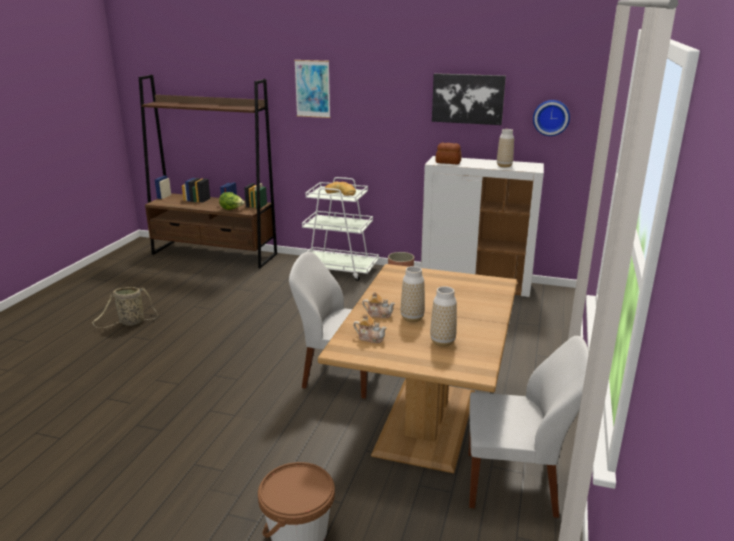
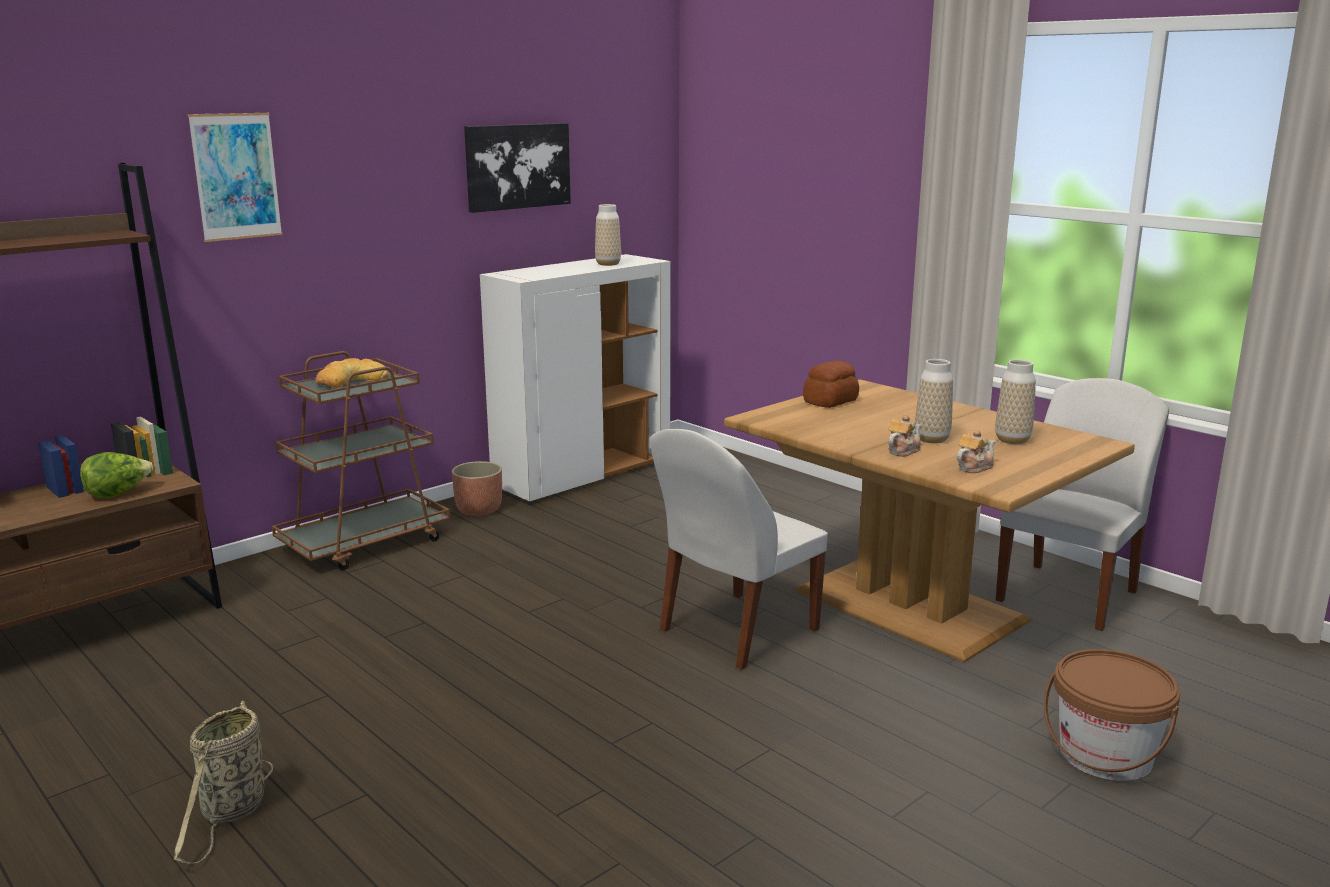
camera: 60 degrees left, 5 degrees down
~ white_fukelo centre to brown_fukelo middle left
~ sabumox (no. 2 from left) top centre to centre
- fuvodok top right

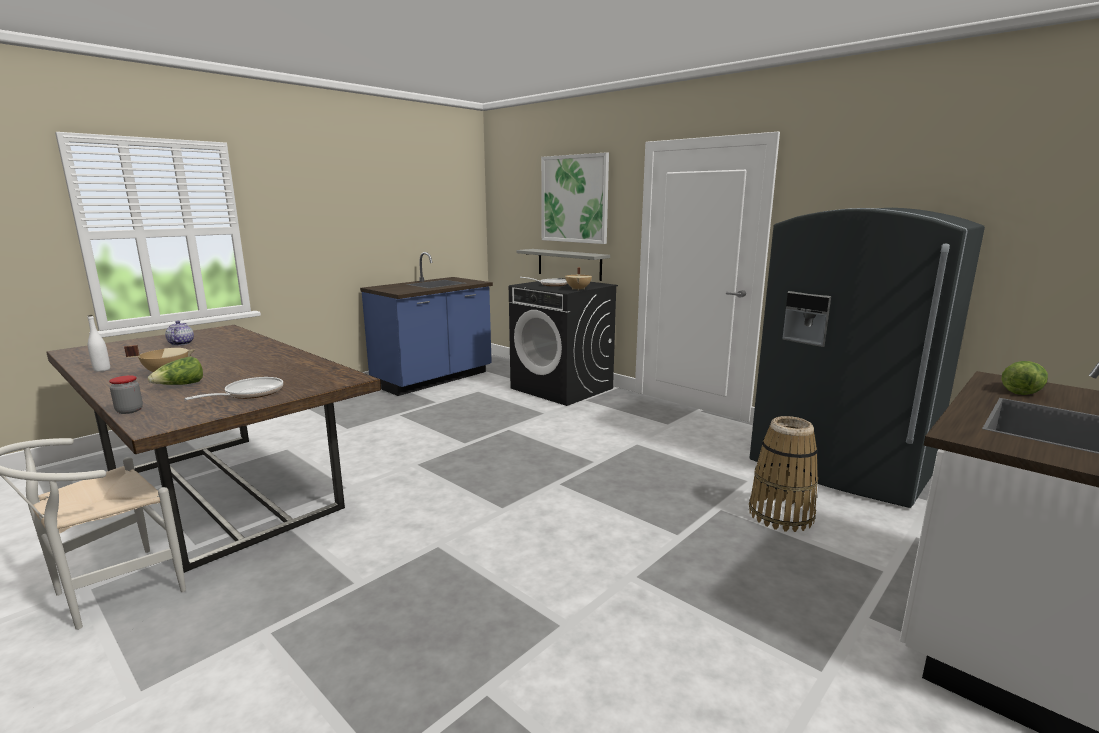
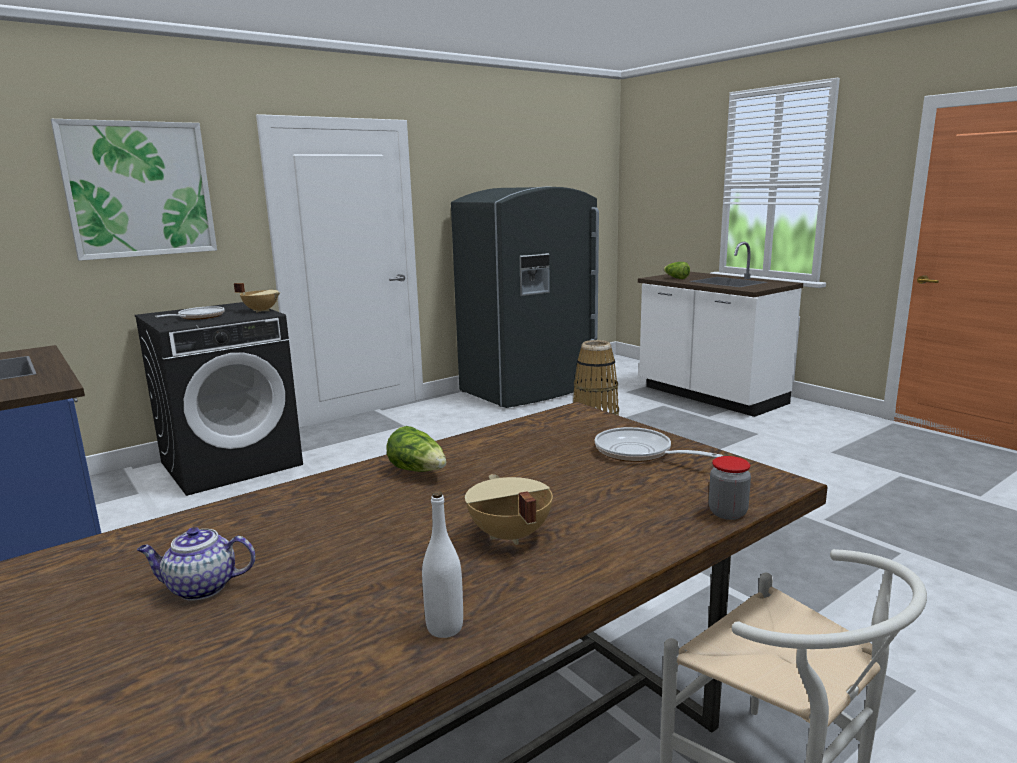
camera: 80 degrees left, 0 degrees up
~ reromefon (no. 1 from left) middle left to centre
- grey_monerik centre

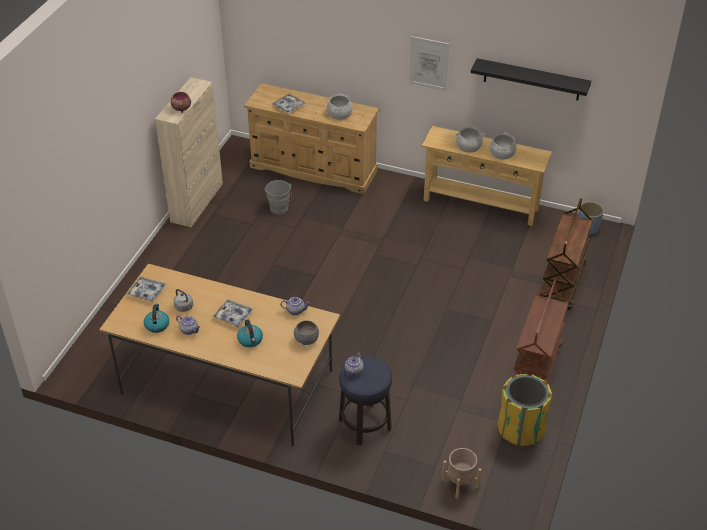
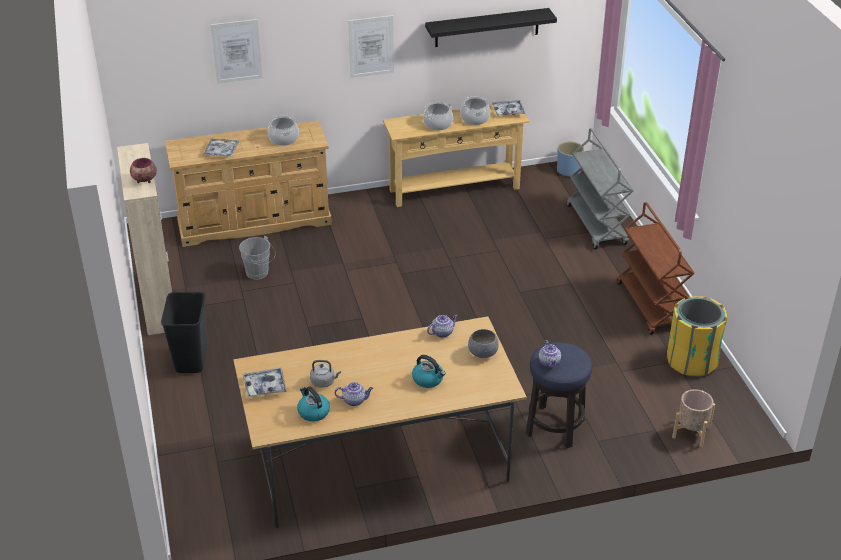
camera: 35 degrees left, 5 degrees down
+ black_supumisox middle left
+ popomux (no. 1 from left) top left
~ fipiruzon (no. 2 from left in the first image) middle left to fipiruzon (no. 3 from left) top centre
~ brown_fukelo (no. 2 from left) middle right to grey_fukelo middle right

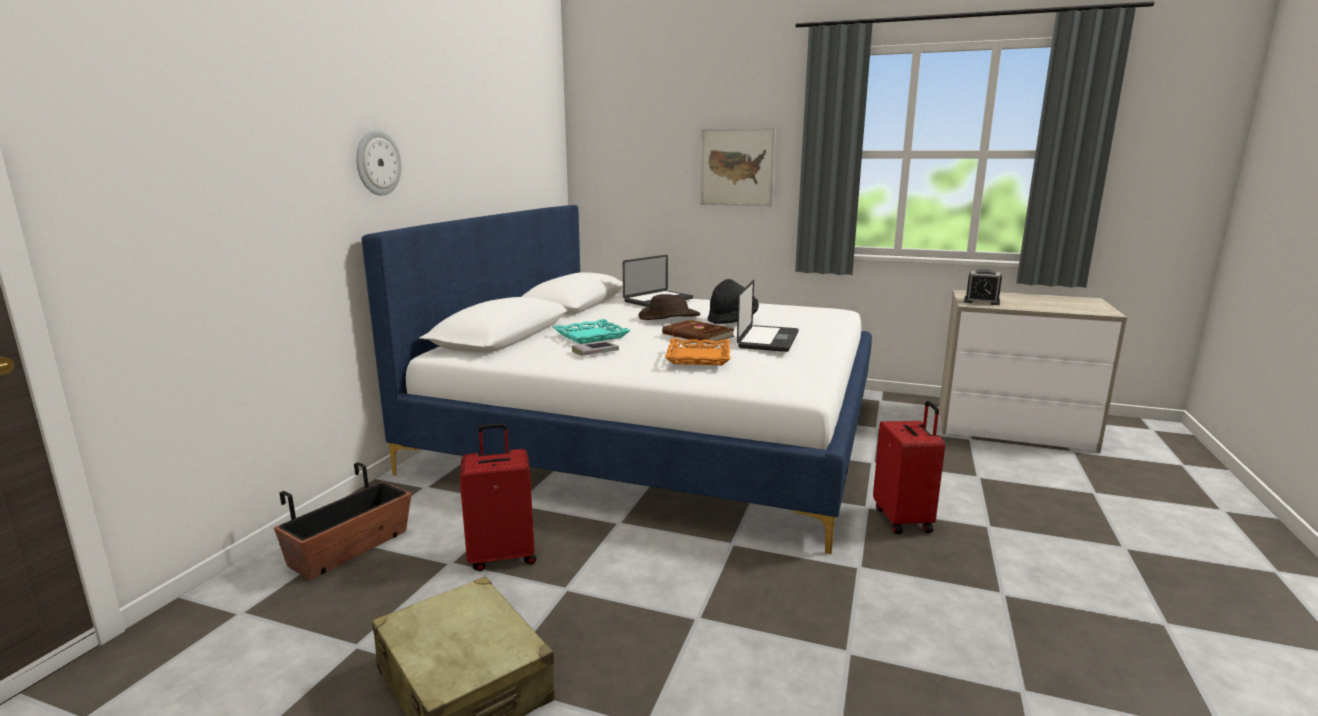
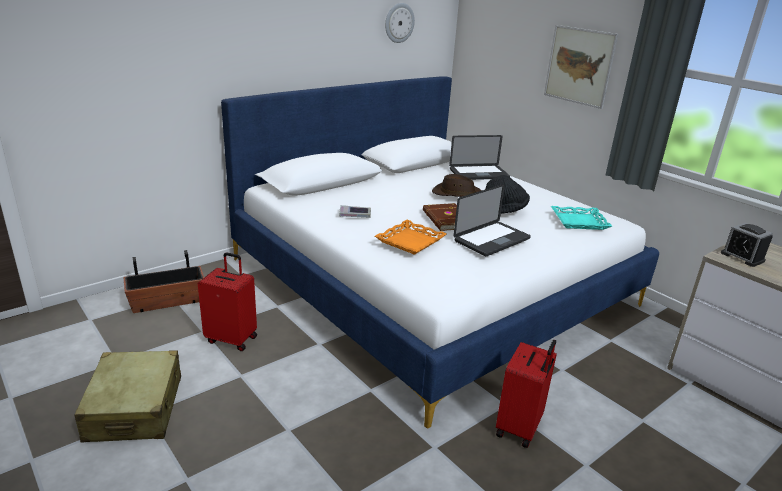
camera: 30 degrees right, 10 degrees up
~ fuvodok top left to top centre
~ turquoise_fipiruzon centre to middle right

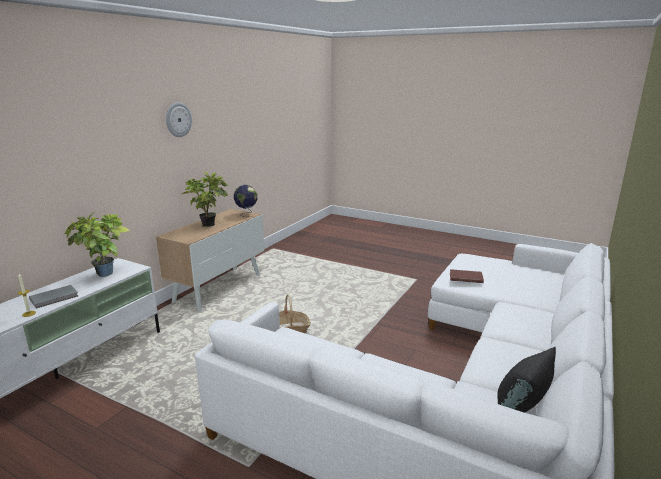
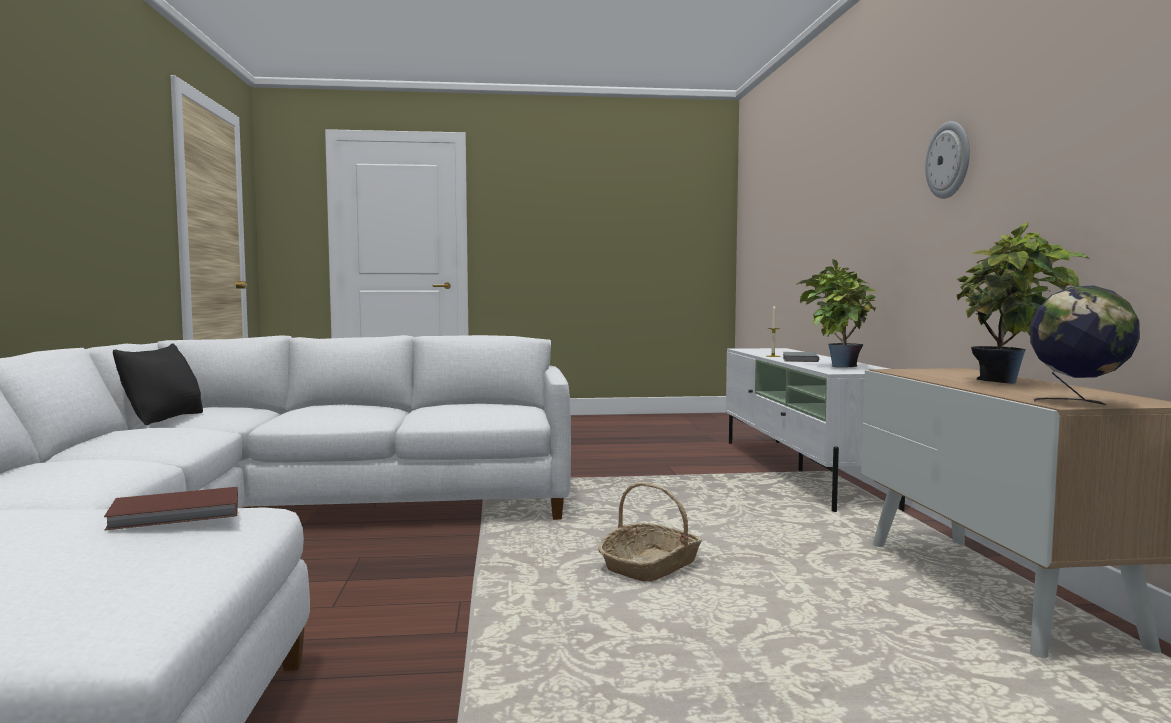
camera: 145 degrees right, 15 degrees down
~ fuvodok top left to top right

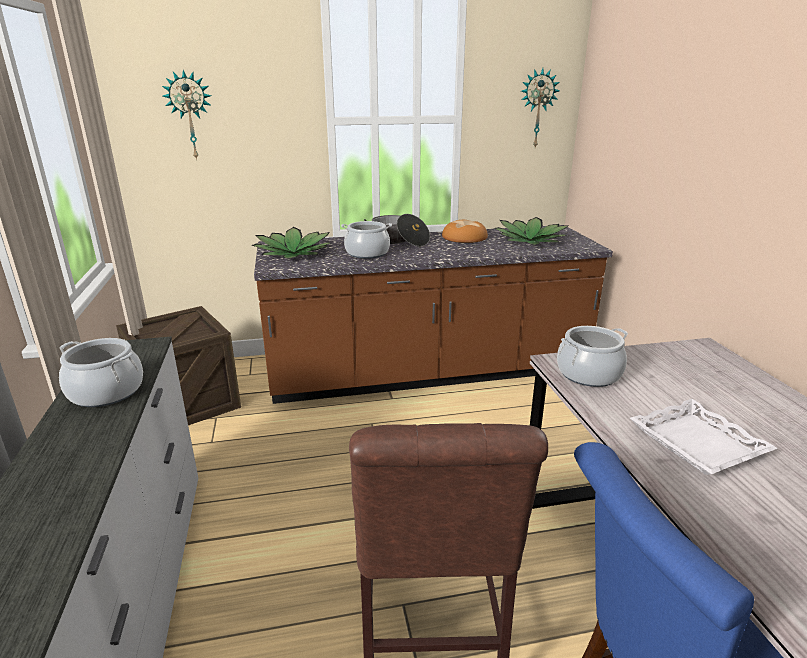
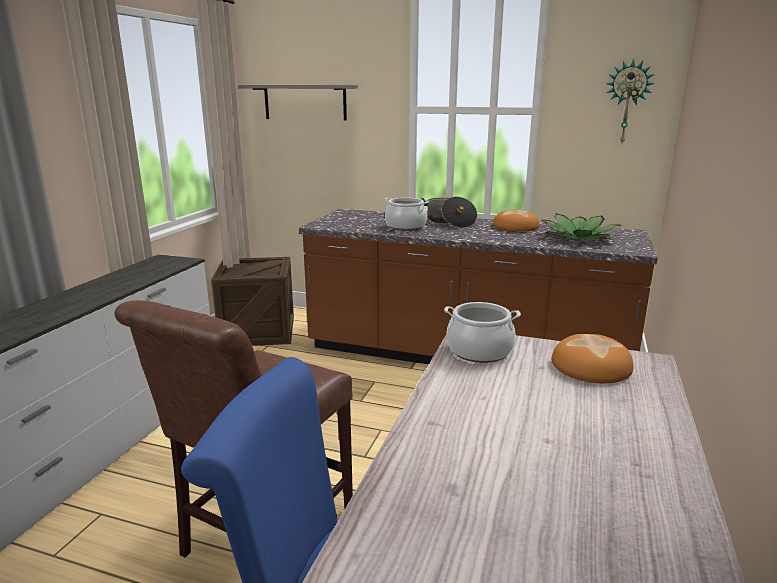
camera: 30 degrees right, 5 degrees down
~ fuvodok (no. 1 from left) top left to grey_monerik top centre
+ sabumox (no. 2 from left) middle right
- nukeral (no. 1 from left) middle left
- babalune (no. 1 from left) centre
- white_fipiruzon middle right

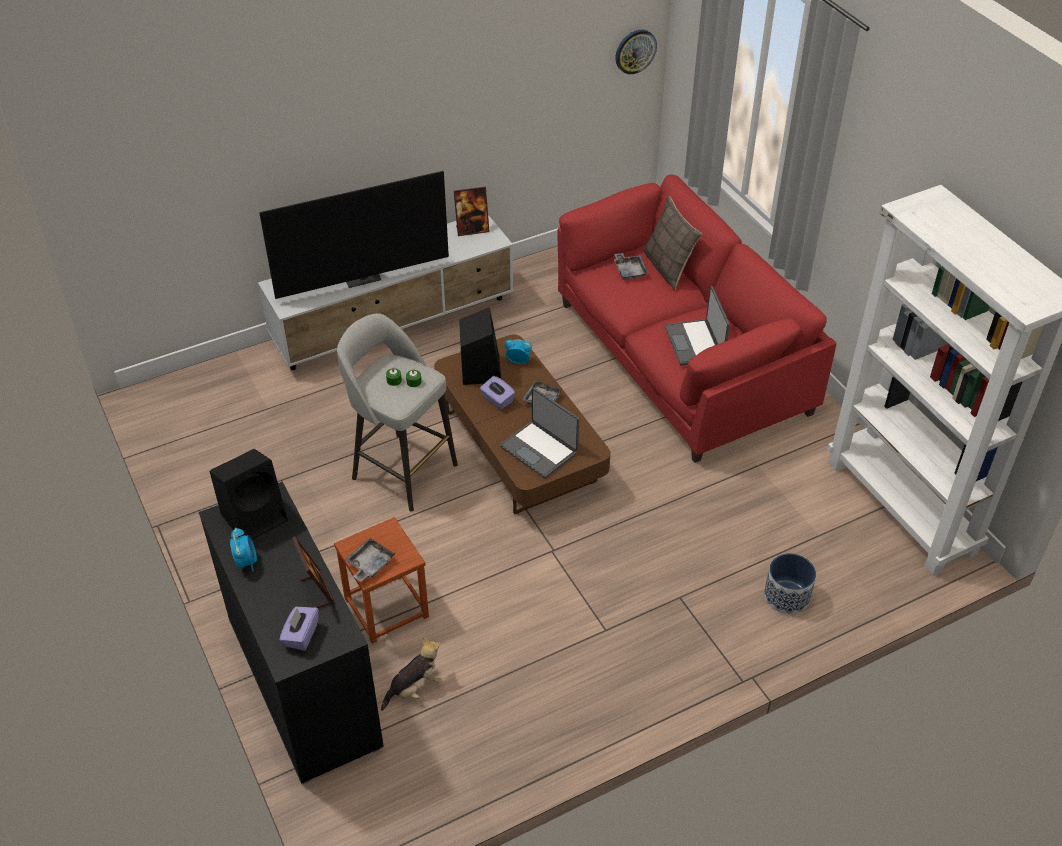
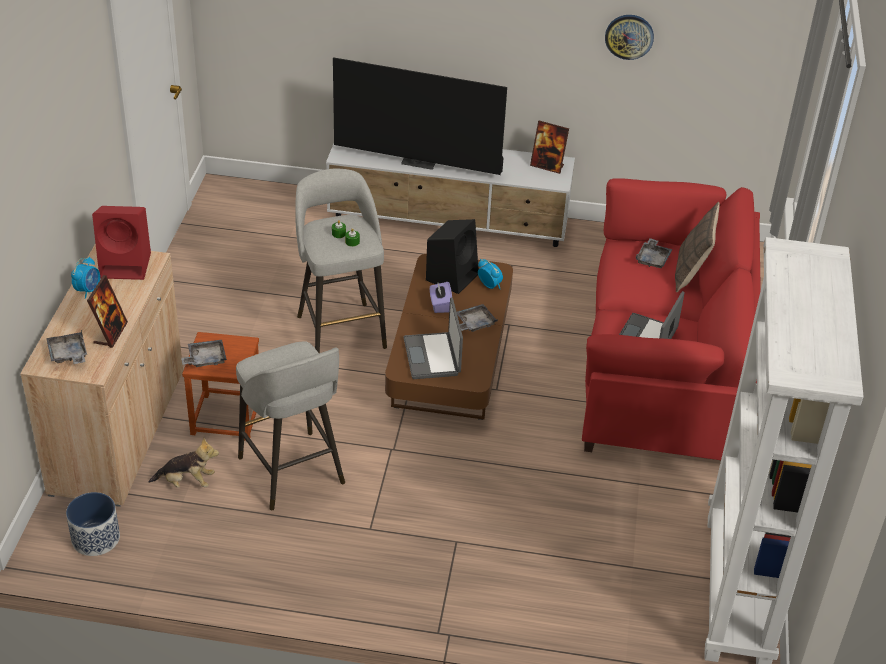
camera: 35 degrees right, 5 degrees down
~ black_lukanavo bottom left to beige_lukanavo middle left
~ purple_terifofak (no. 1 from left) bottom left to grey_fipiruzon (no. 1 from left) middle left
~ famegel bottom right to bottom left
~ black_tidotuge (no. 1 from left) middle left to red_tidotuge middle left
+ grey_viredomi (no. 1 from left) middle left
~ fuvodok top centre to top right

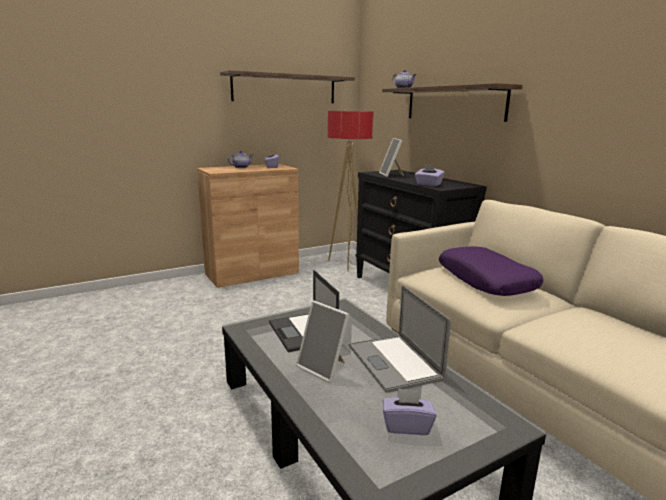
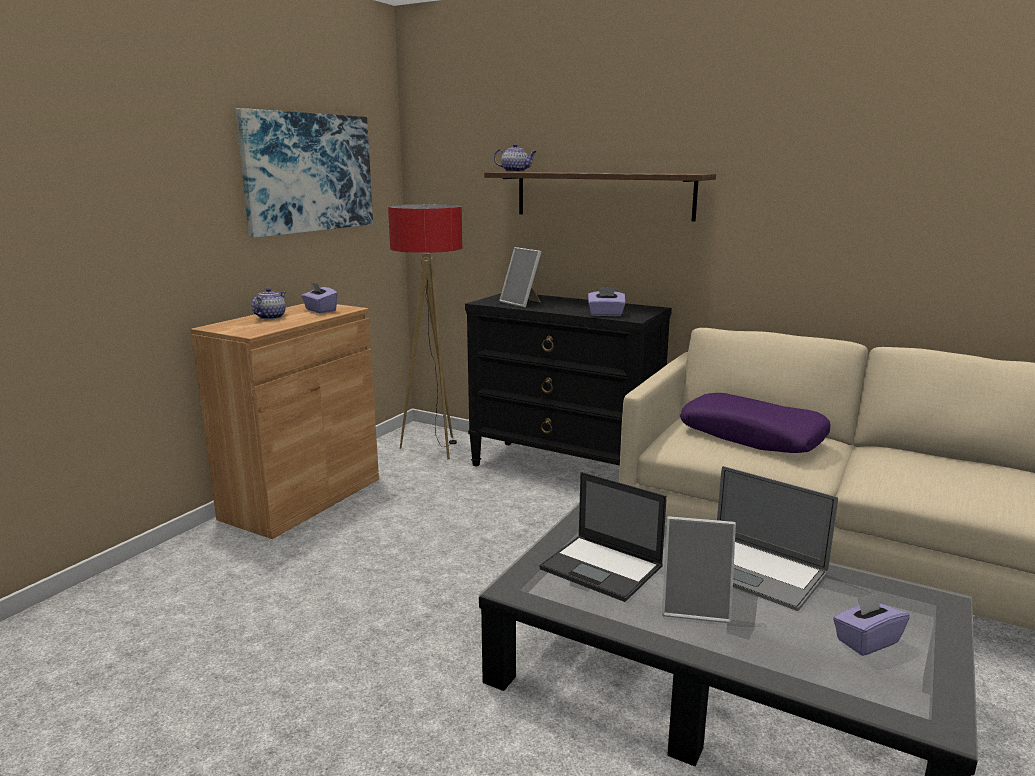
camera: 30 degrees left, 0 degrees up
~ monerik (no. 1 from left) top centre to popomux top left

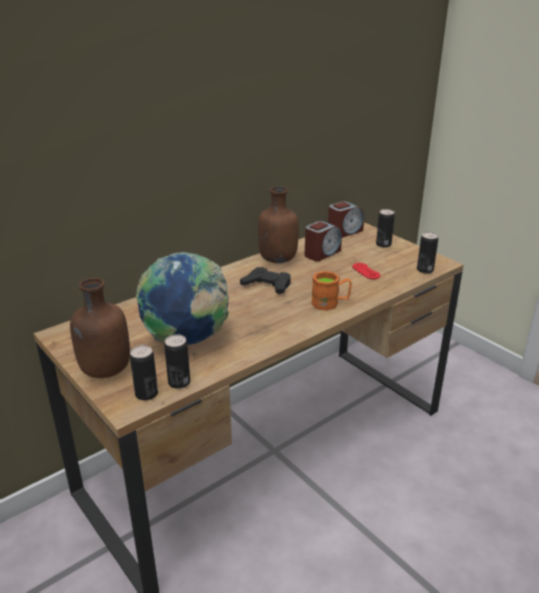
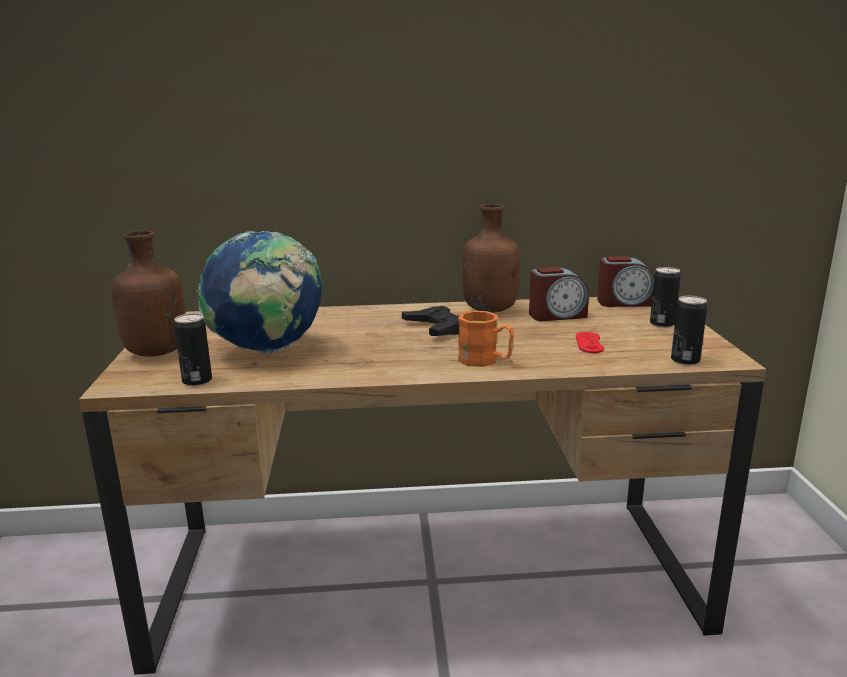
camera: 35 degrees right, 10 degrees down
- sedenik (no. 1 from left) middle left

